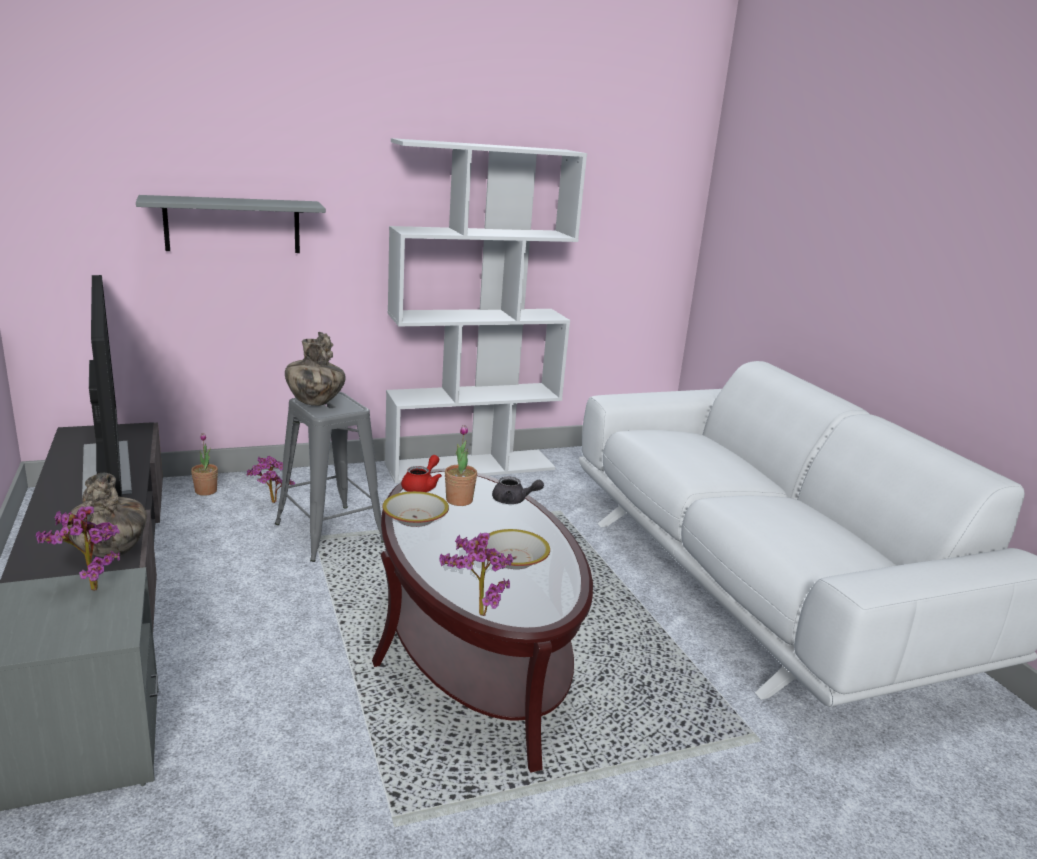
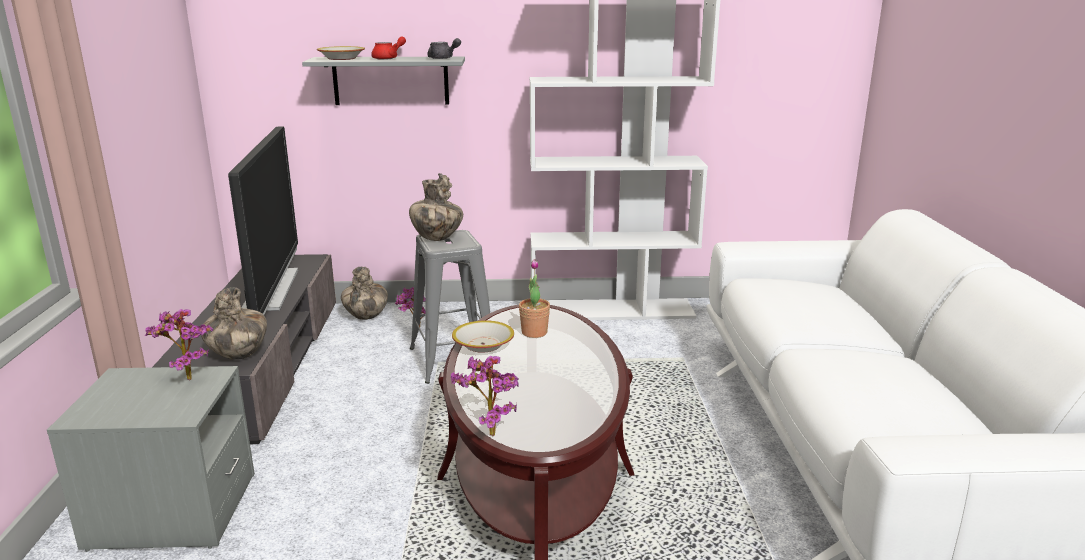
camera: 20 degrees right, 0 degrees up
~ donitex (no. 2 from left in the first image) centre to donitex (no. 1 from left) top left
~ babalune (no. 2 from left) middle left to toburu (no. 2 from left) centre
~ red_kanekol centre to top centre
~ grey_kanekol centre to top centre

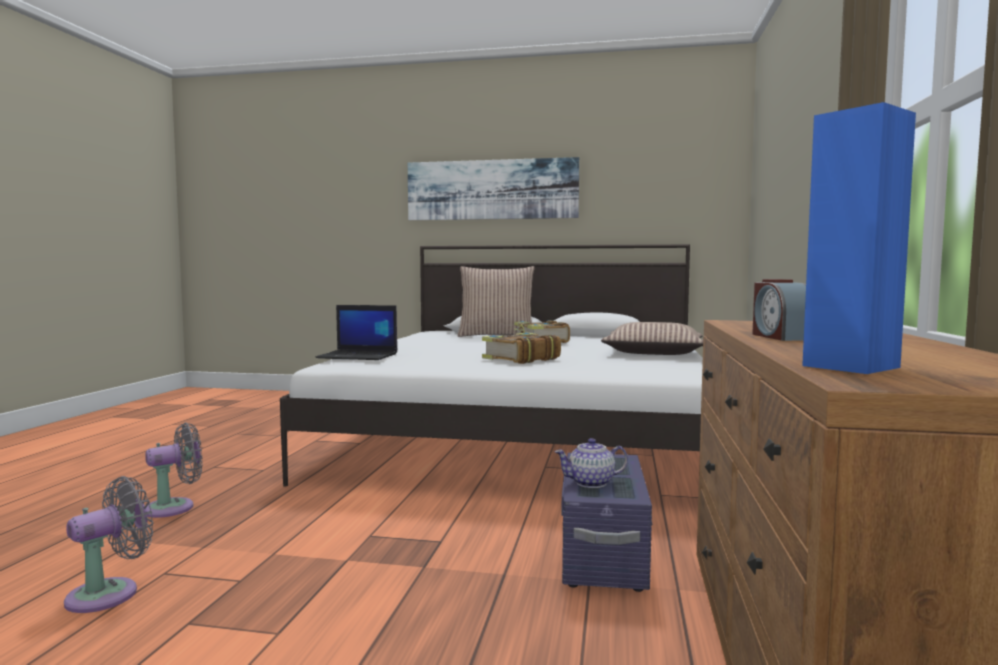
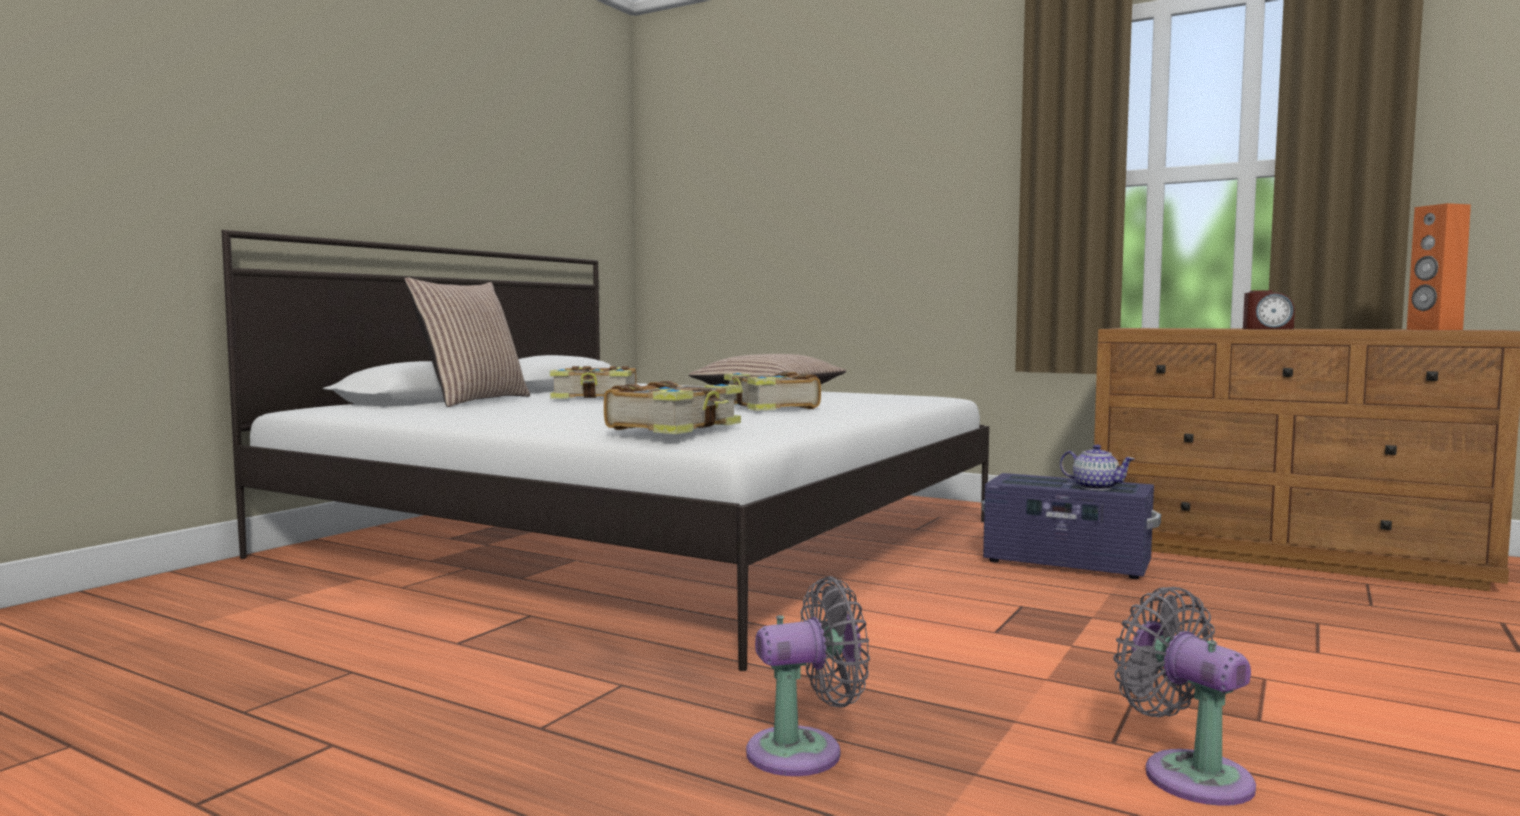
camera: 70 degrees left, 0 degrees up
~ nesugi centre to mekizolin (no. 2 from left) centre
~ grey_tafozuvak (no. 2 from left in the first image) bottom left = bottom centre 90 degrees clockwise
~ kanekol bottom centre = middle right 60 degrees counterclockwise
~ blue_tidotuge middle right to orange_tidotuge top right
- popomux top centre

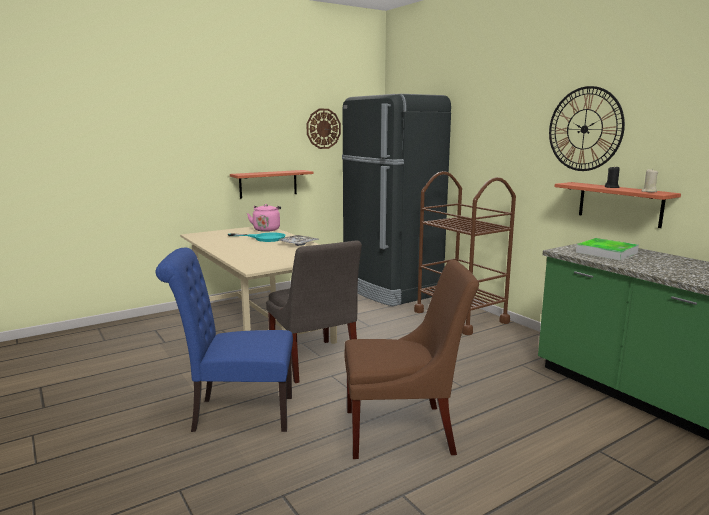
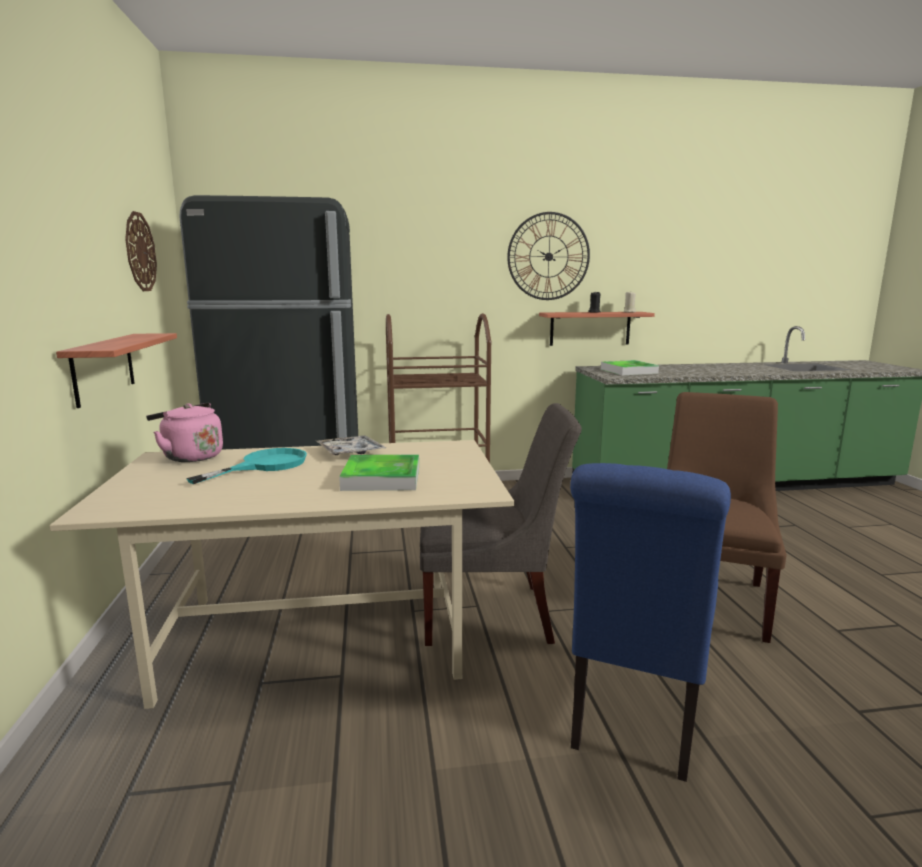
camera: 65 degrees left, 0 degrees up
+ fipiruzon (no. 2 from left) centre

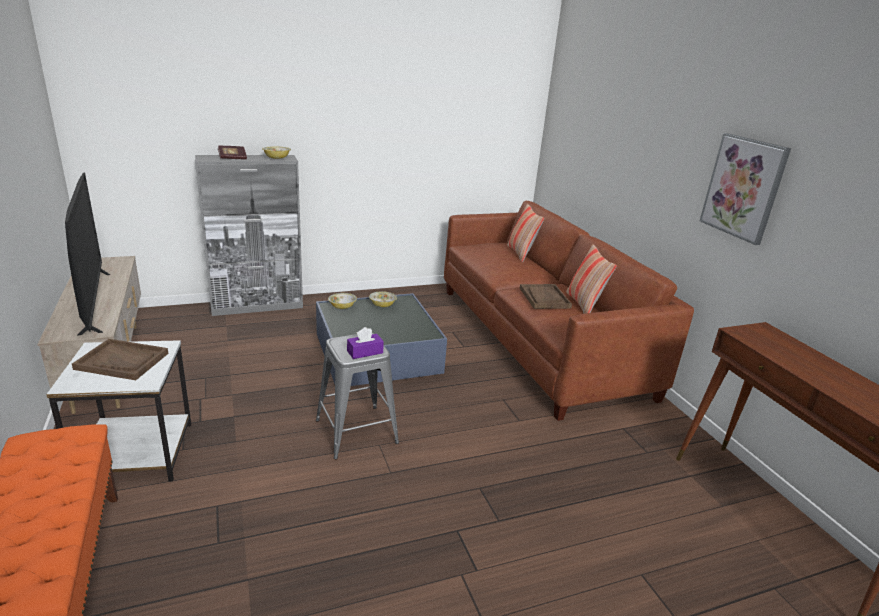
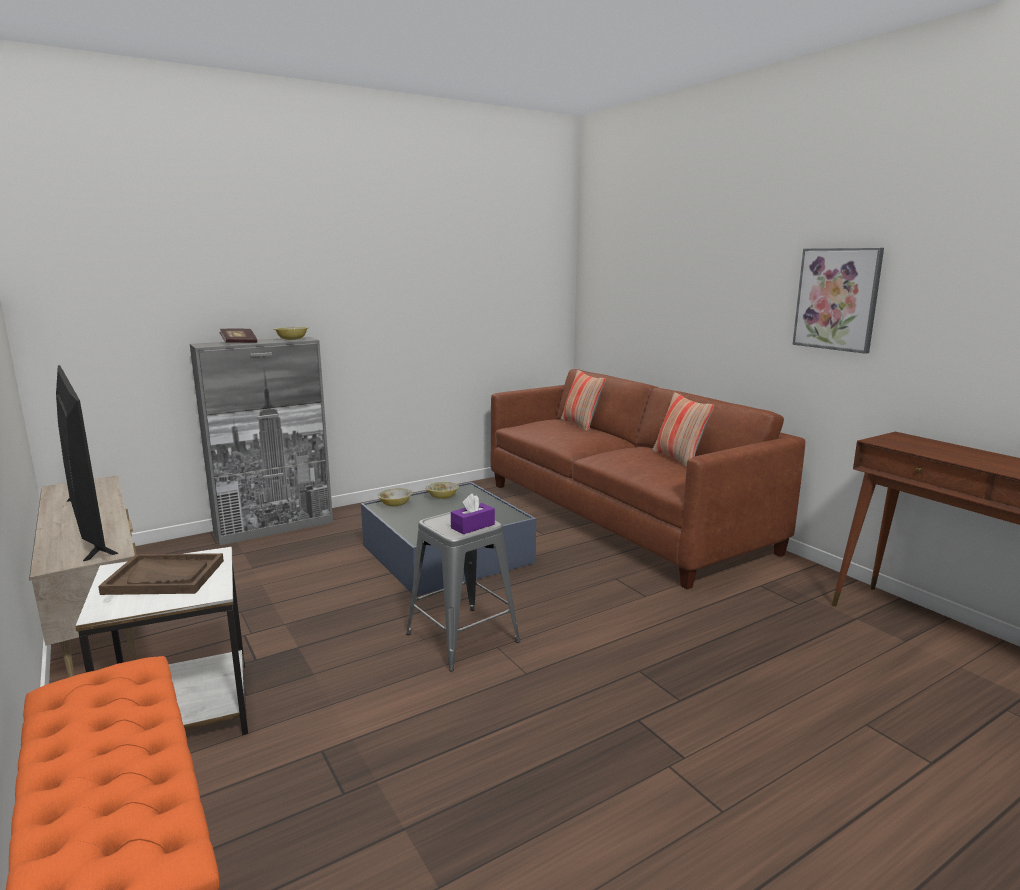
camera: 10 degrees left, 10 degrees down
- brown_fipiruzon (no. 2 from left) centre

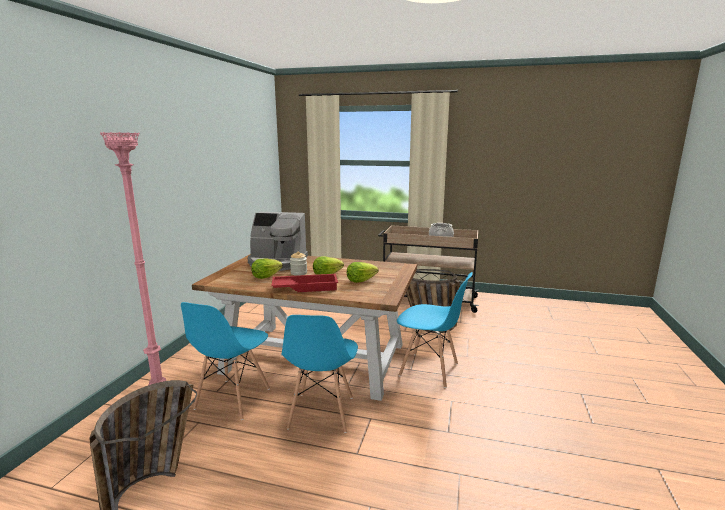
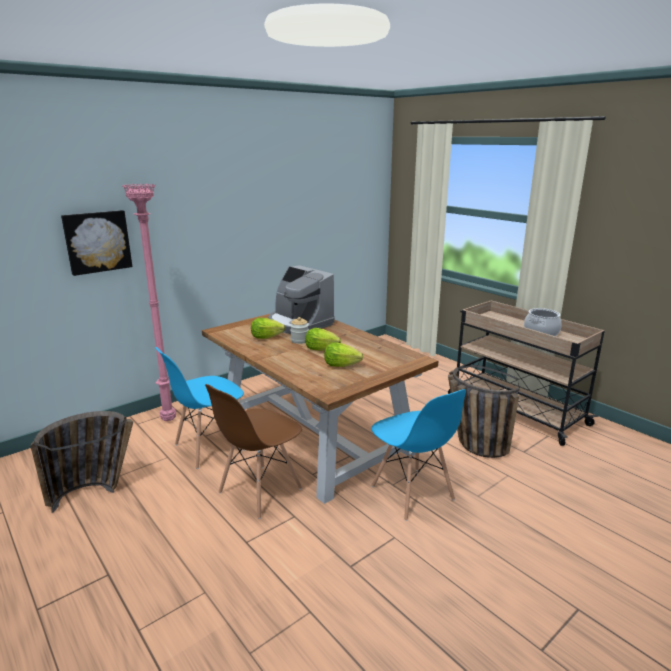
camera: 35 degrees right, 5 degrees up
+ popomux middle left
~ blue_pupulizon (no. 2 from left) bottom centre to brown_pupulizon bottom centre
- red_fipiruzon centre

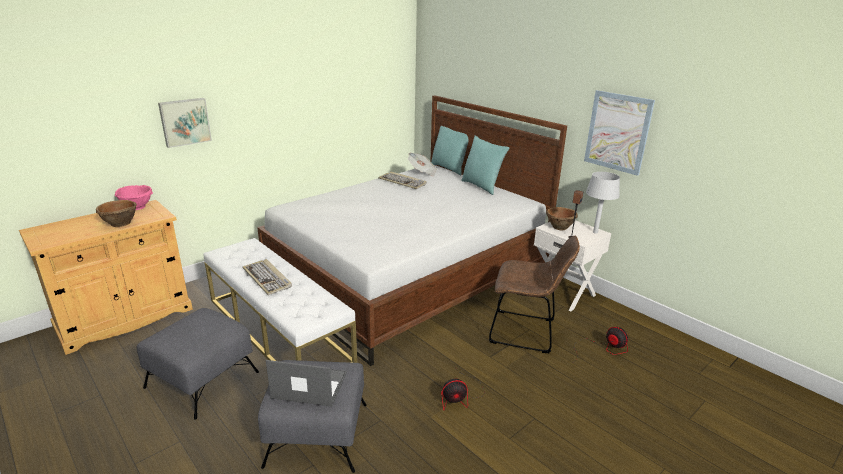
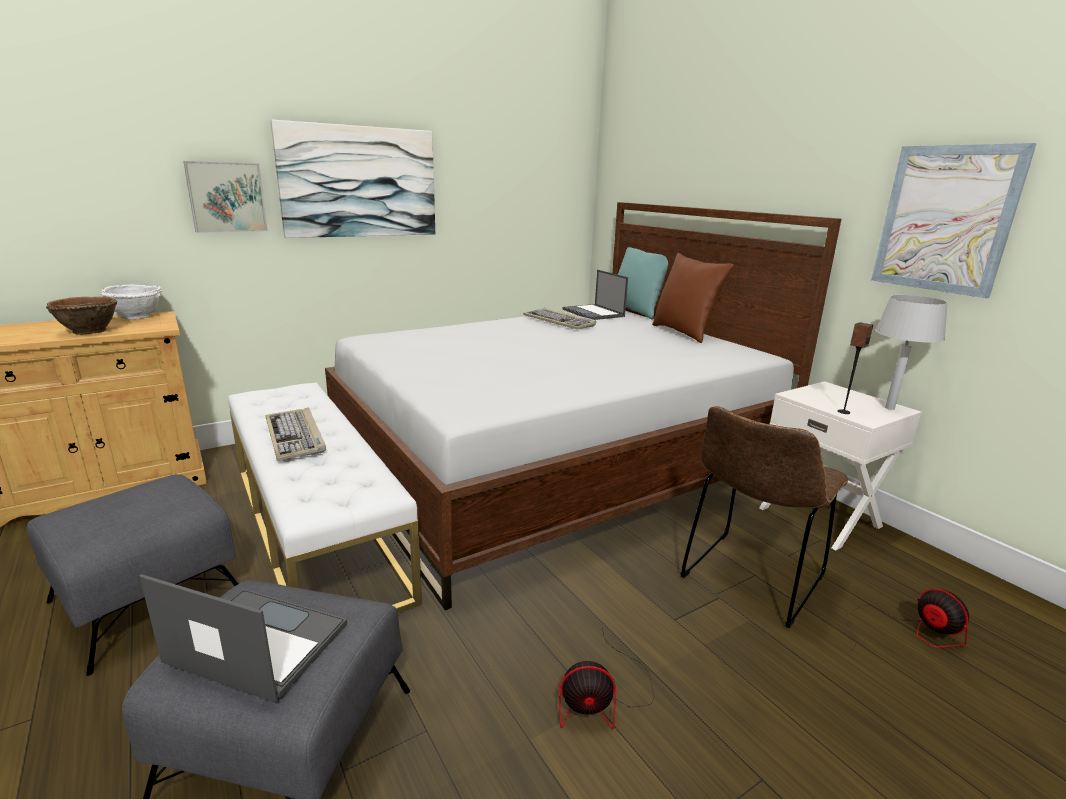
camera: 10 degrees right, 5 degrees down
~ pink_donitex middle left to white_donitex middle left
+ popomux (no. 2 from left) top left
~ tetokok centre to nesugi (no. 2 from left) centre
~ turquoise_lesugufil (no. 2 from left) centre to brown_lesugufil centre
~ brown_pupulizon centre = middle right 105 degrees clockwise
- brown_donitex (no. 2 from left) middle right

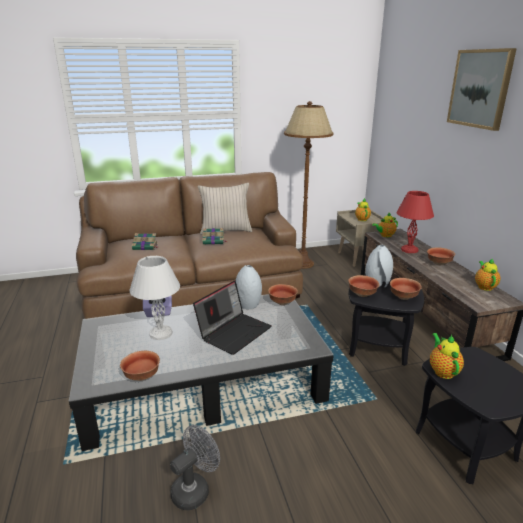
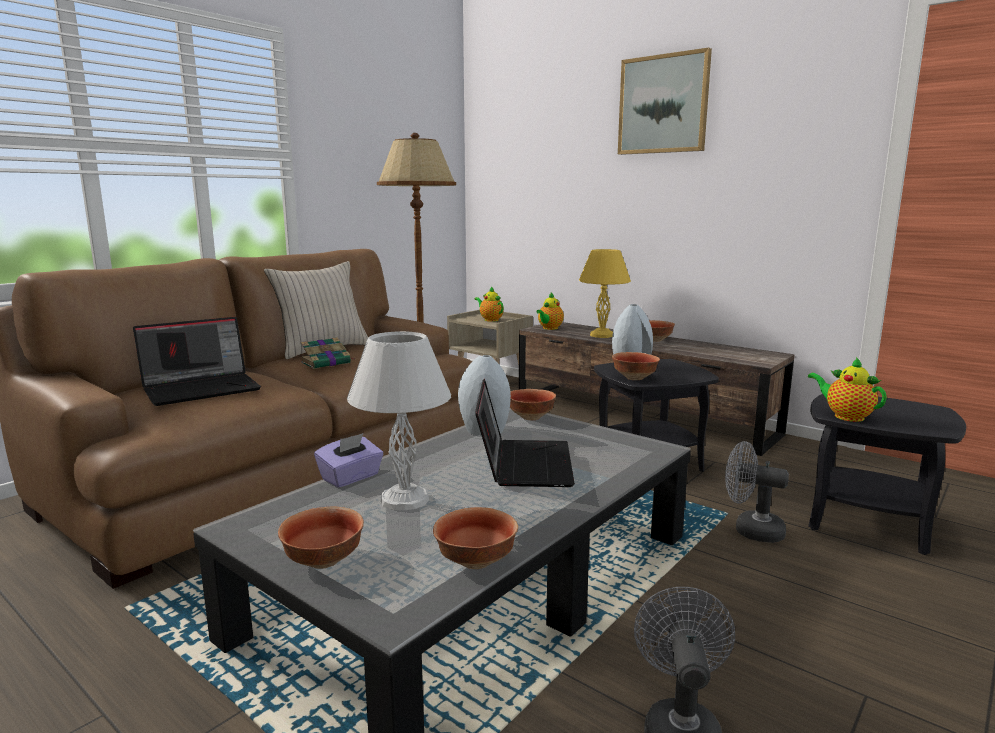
camera: 35 degrees left, 10 degrees down
~ mekizolin (no. 1 from left) middle left to nesugi (no. 1 from left) middle left
~ donitex (no. 4 from left in the first image) middle right to donitex (no. 1 from left) bottom left
~ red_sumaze middle right to yellow_sumaze centre
+ grey_tafozuvak (no. 2 from left) bottom right
- kanekol (no. 4 from left) middle right

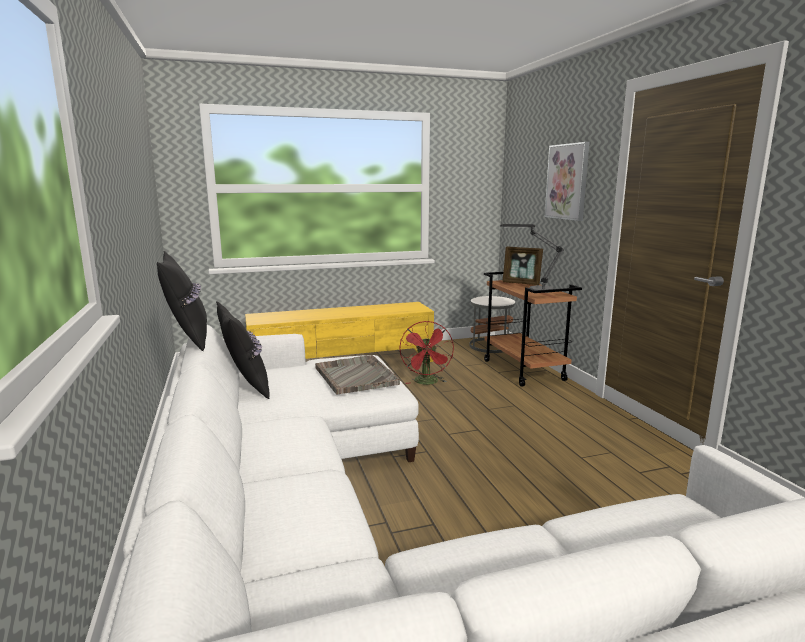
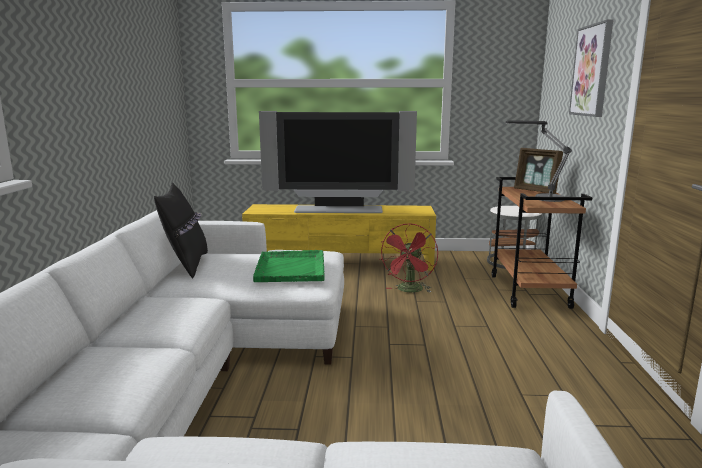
camera: 20 degrees right, 0 degrees up
~ grey_fipiruzon centre to green_fipiruzon centre
+ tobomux centre
- black_lesugufil (no. 1 from left) middle left

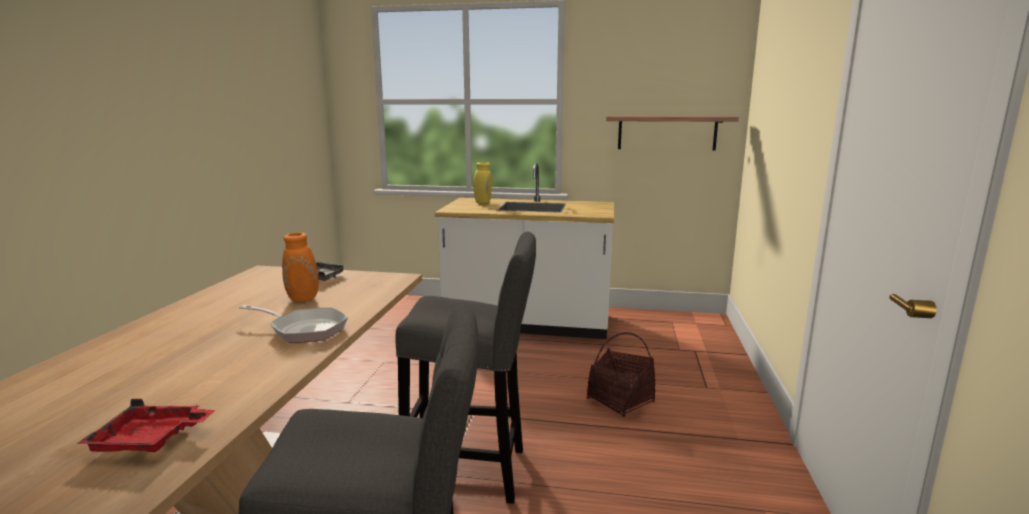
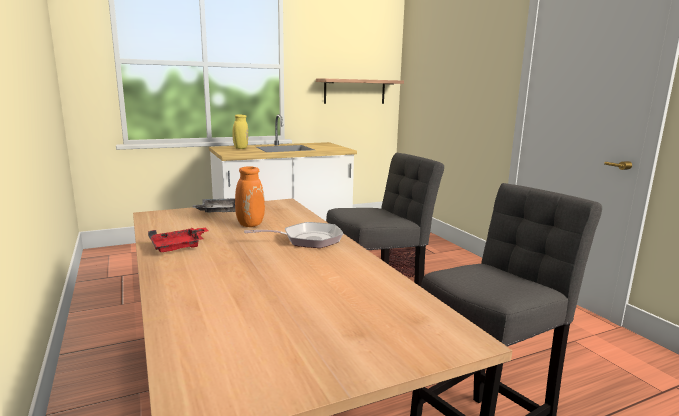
camera: 35 degrees left, 0 degrees up
~ red_fipiruzon bottom left to middle left

